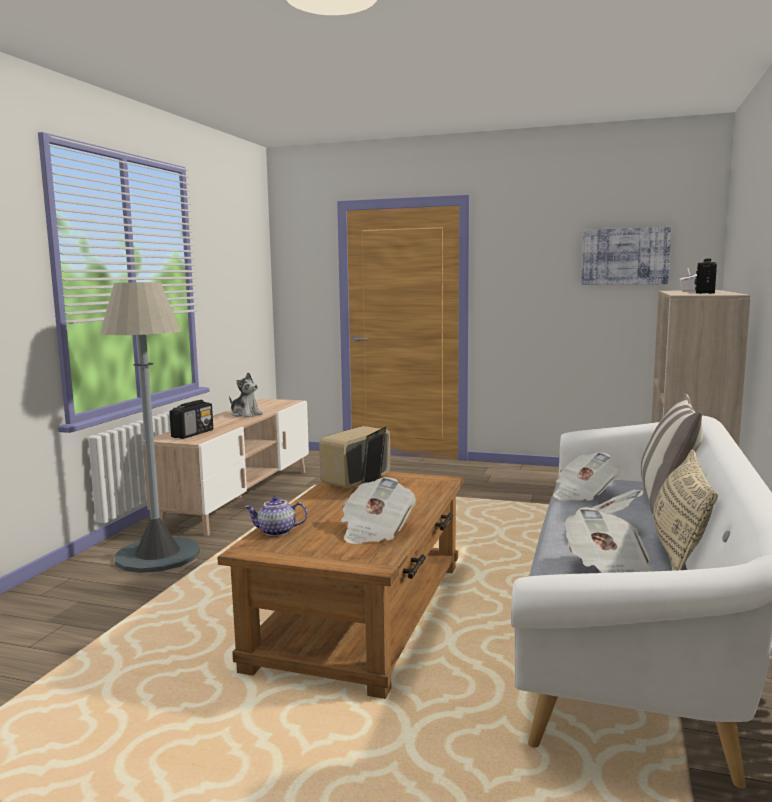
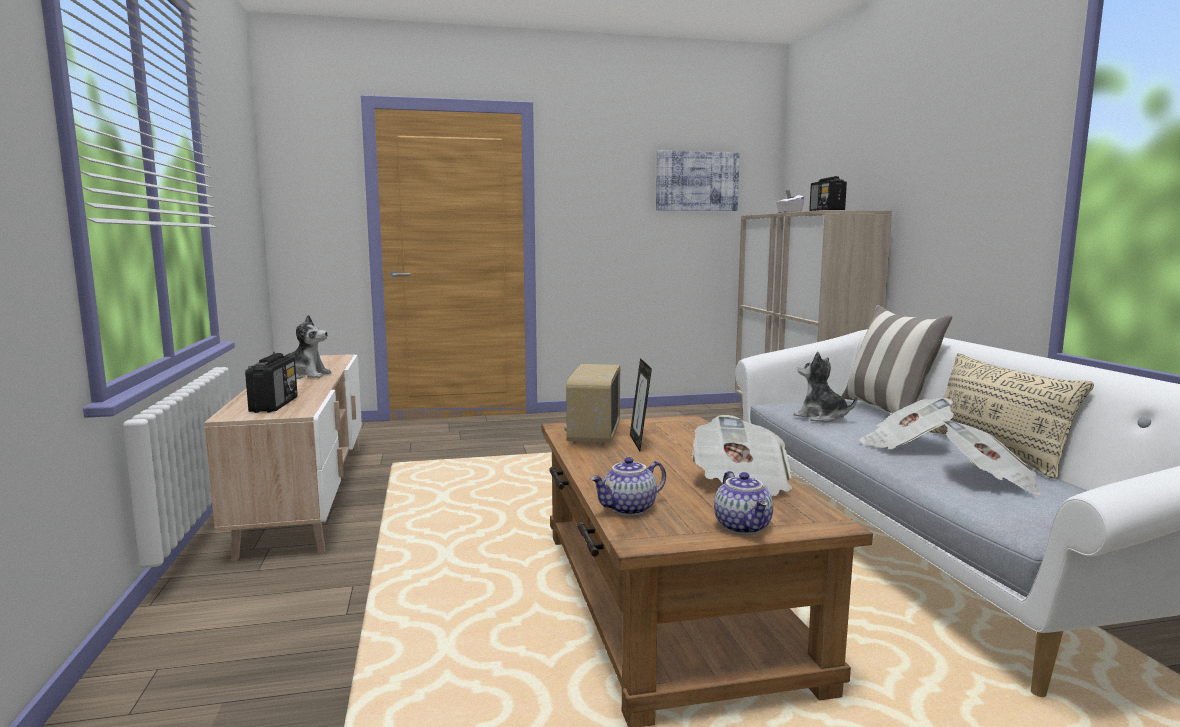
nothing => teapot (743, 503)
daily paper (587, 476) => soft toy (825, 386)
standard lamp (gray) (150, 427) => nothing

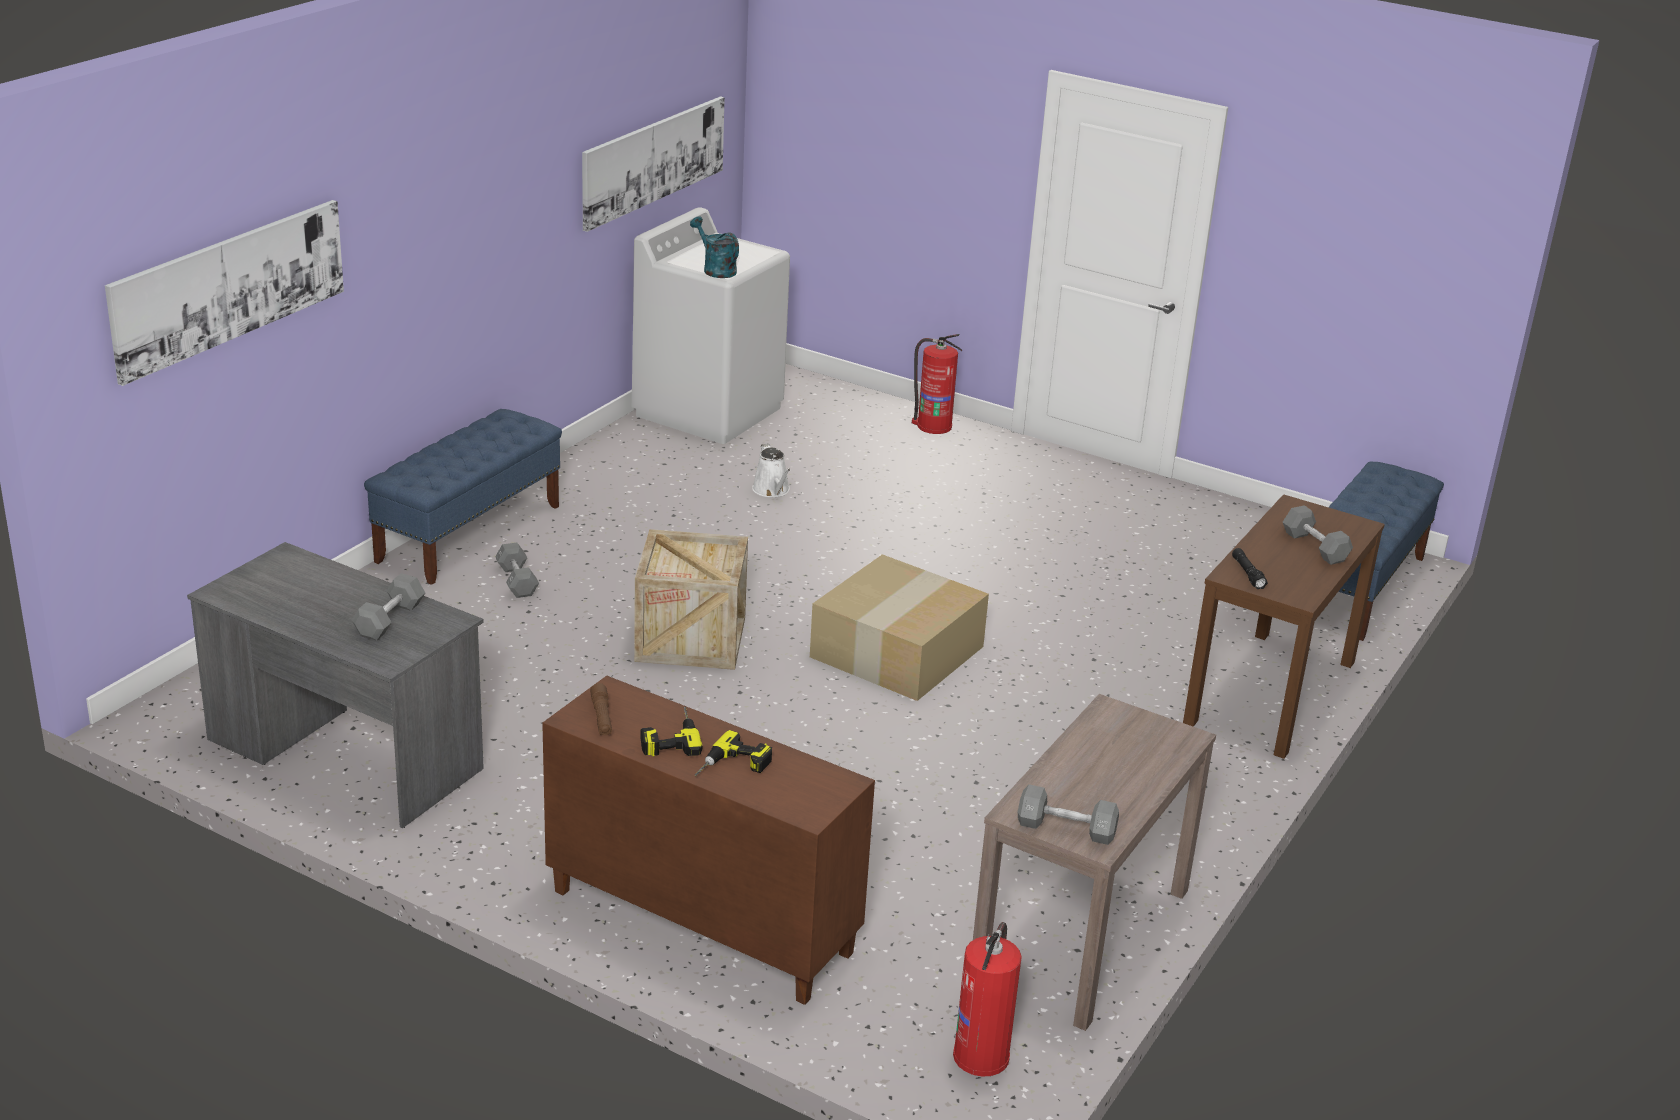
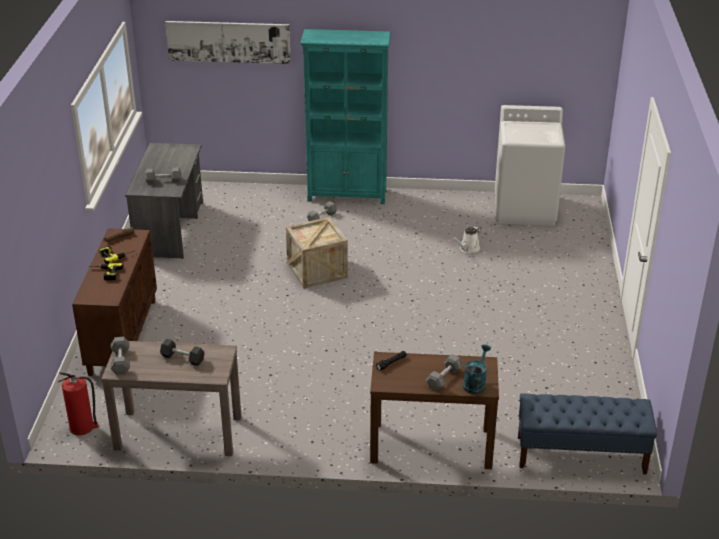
nothing => hand weight (black-coloured) (182, 352)
bench (bluish) (463, 497) => bookshelf (turquoise-coloured) (345, 116)
watering pot (turquoise-coloured) (714, 247) => watering pot (turquoise-coloured) (477, 369), move
wall picture (653, 164) => nothing
cardboard box (899, 627) => nothing
fire-fighting cylinder (937, 384) => nothing

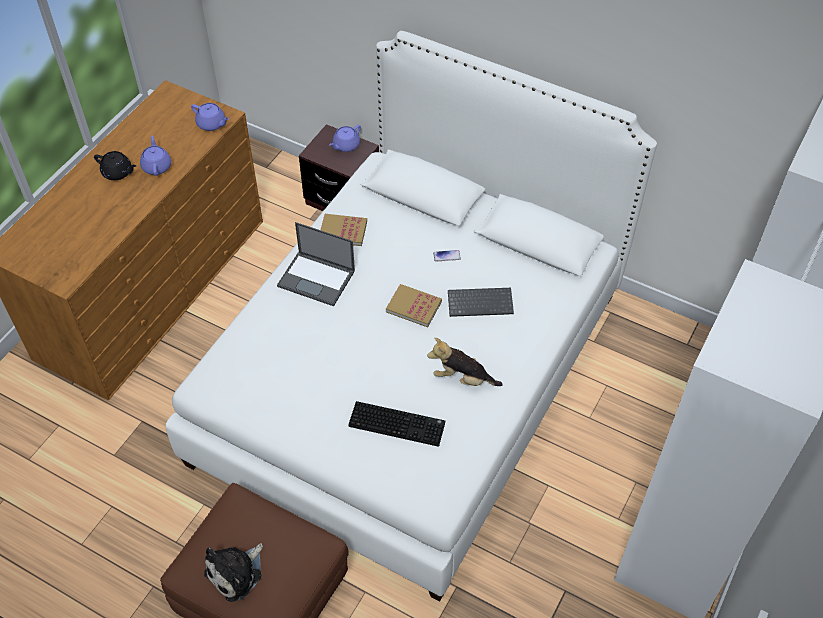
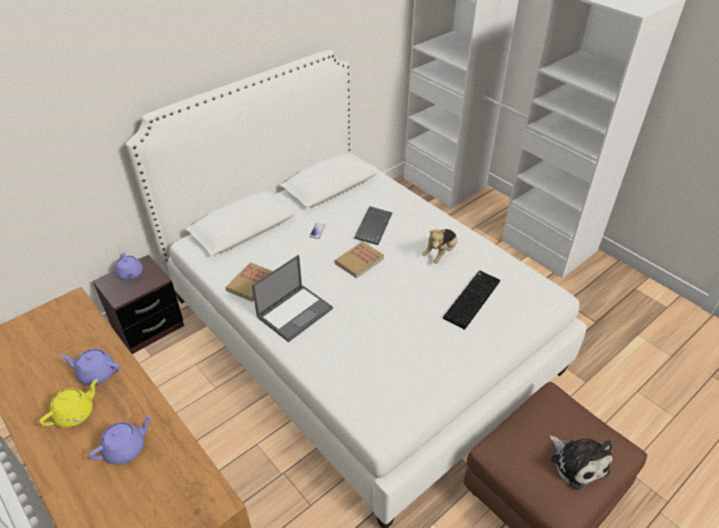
teapot (black-coloured) (115, 165) => teapot (yellow-coloured) (68, 403)
teapot (purple-coloured) (210, 117) => teapot (purple-coloured) (120, 440), move

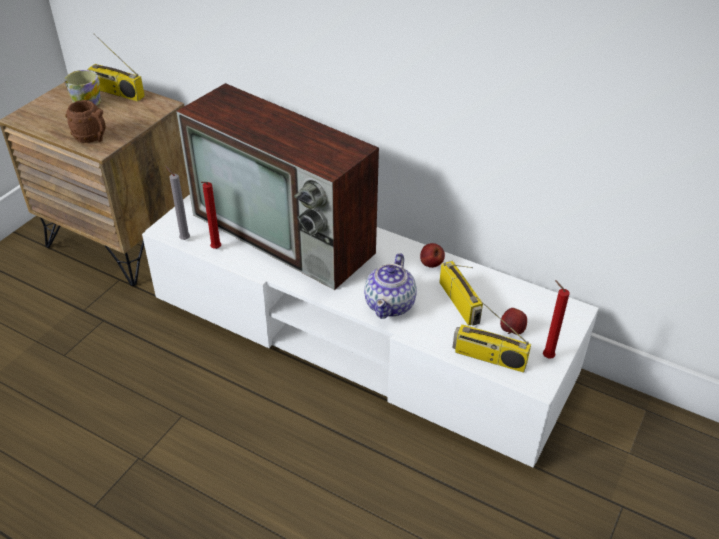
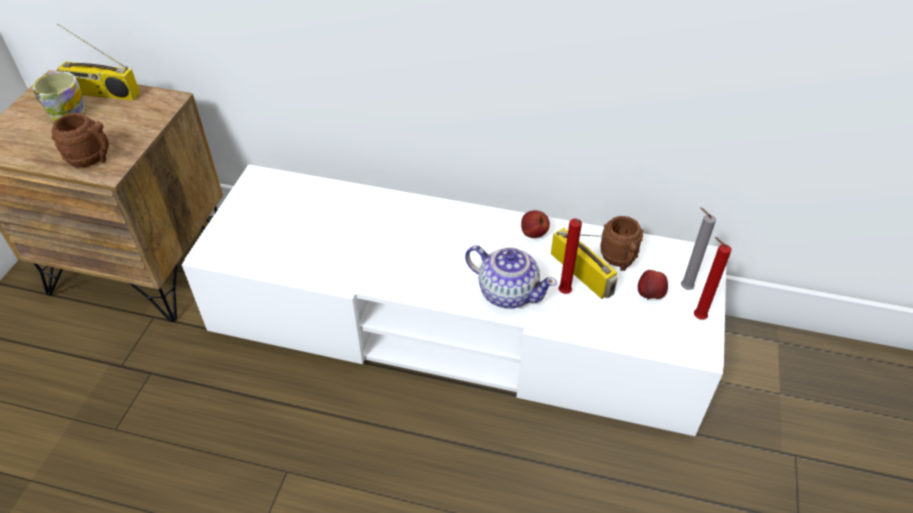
teapot (390, 286) => teapot (511, 277), 60 degrees counterclockwise
candle (red) (211, 215) => candle (red) (570, 256), move
nothing => mug (brownish) (621, 243)
candle (gray) (177, 203) => candle (gray) (698, 248), move
television (277, 186) => nothing
radio receiver (491, 335) => nothing

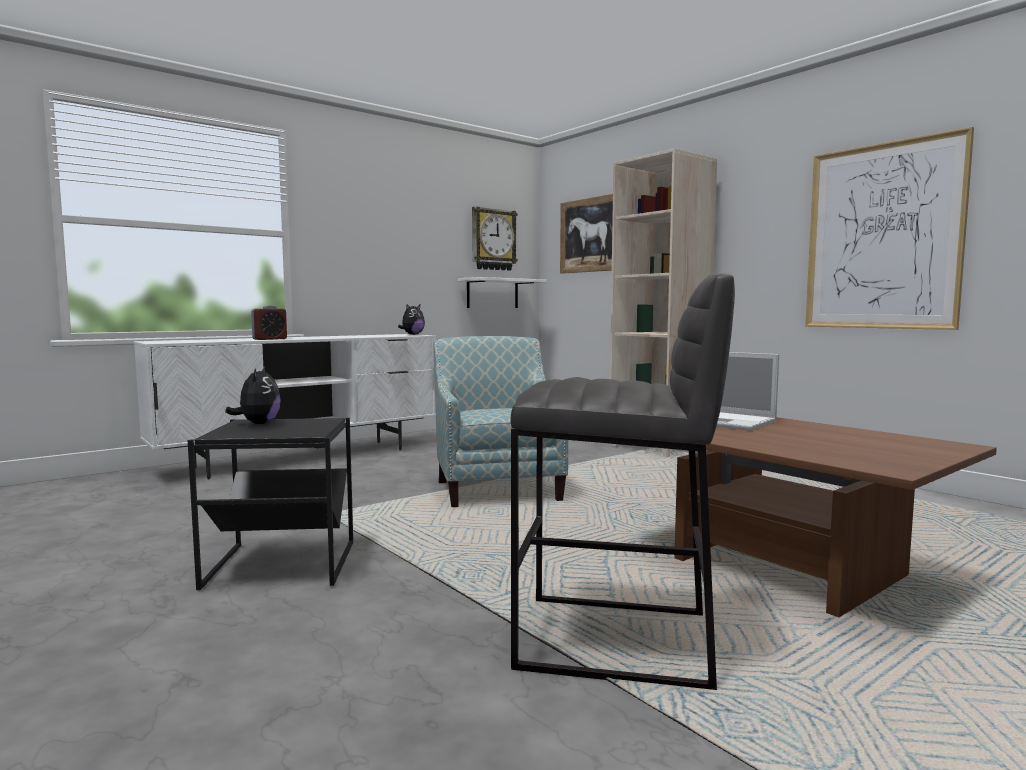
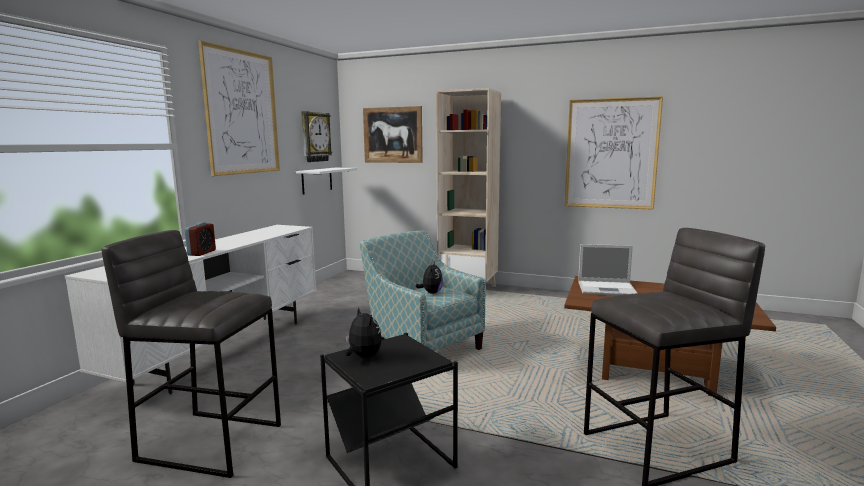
nothing => stool seat (gray) (191, 354)
nothing => wall picture (239, 108)
soft toy (411, 319) => soft toy (429, 277), move

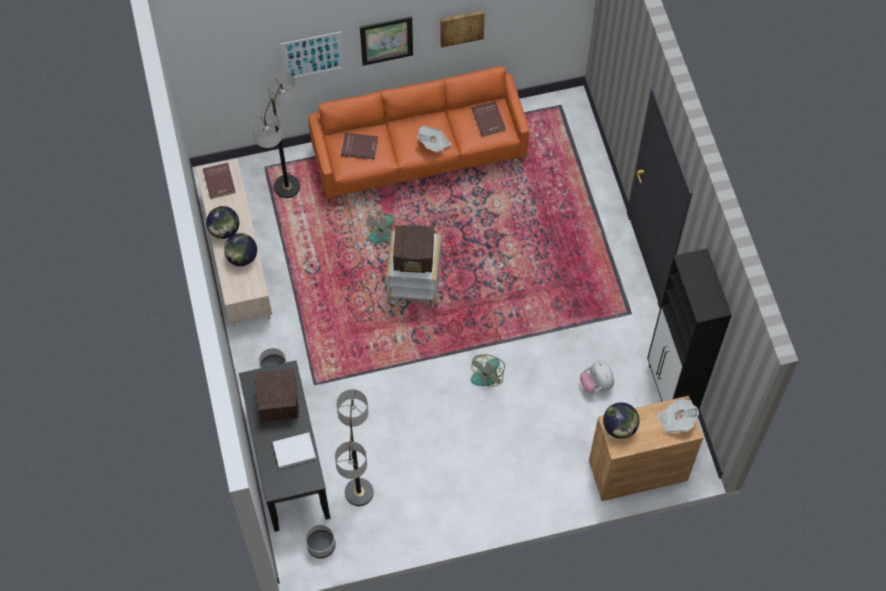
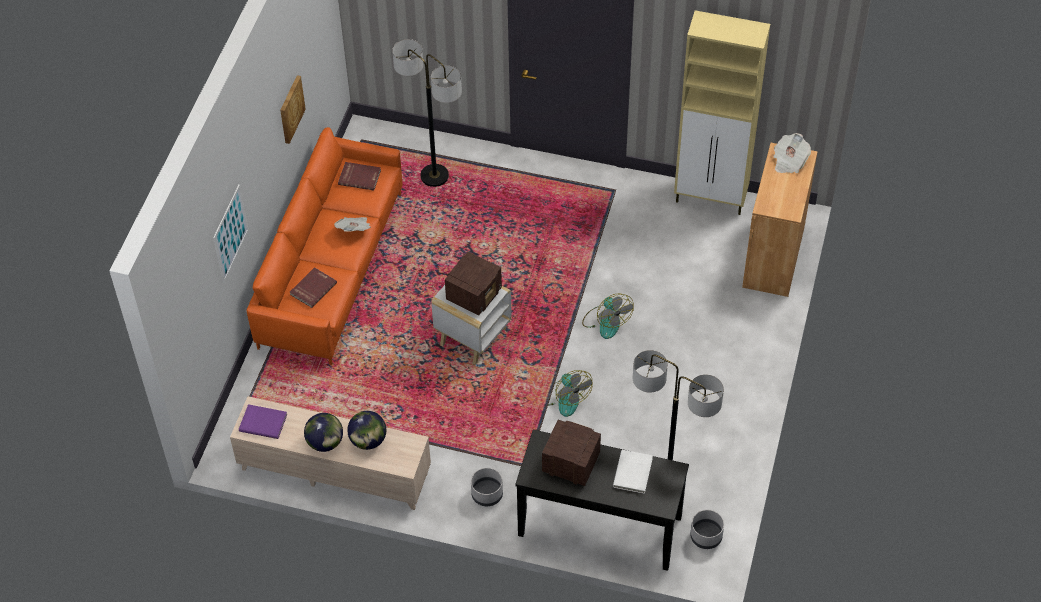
volume (red) (219, 181) => volume (purple-coloured) (263, 421)
standard lamp (276, 134) => standard lamp (427, 113), move
fan (382, 227) => fan (570, 393), move
storage cabinet (black-coloured) (689, 329) => storage cabinet (beige) (722, 112)
wall picture (386, 41) => nothing
soft toy (597, 377) => nothing
globe (621, 420) => nothing

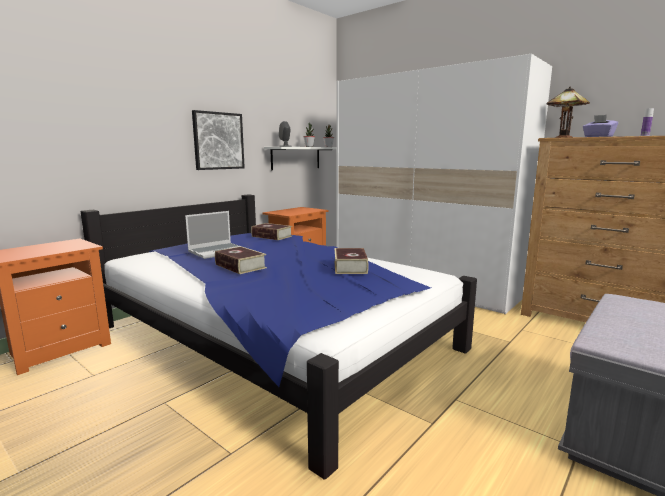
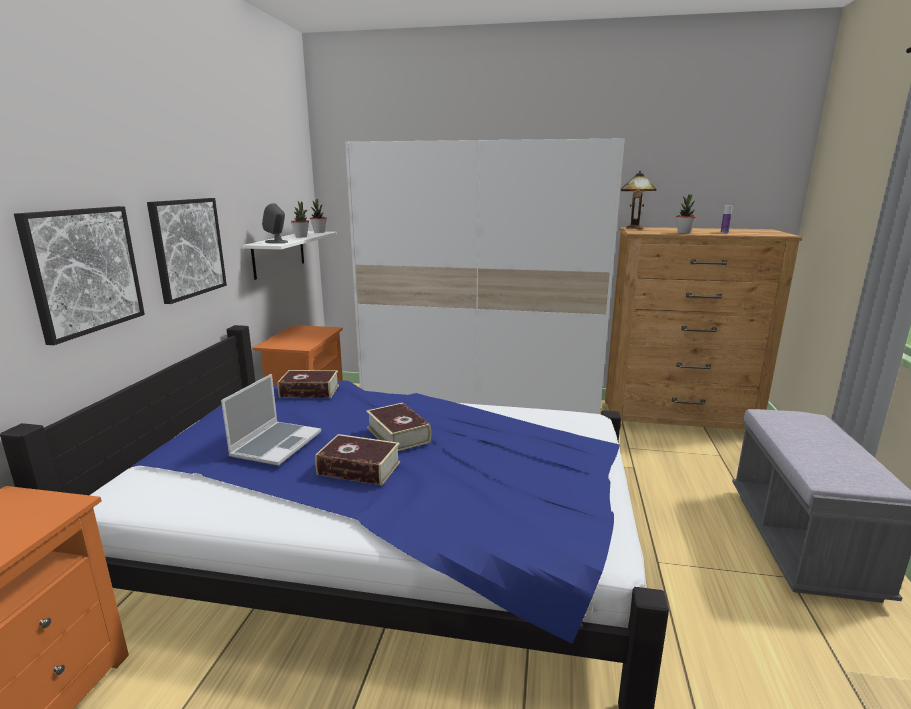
nothing => wall picture (79, 275)
volume (351, 261) => volume (398, 427), move
box of tissues (purple-coloured) (600, 126) => plant in a pot (686, 214)

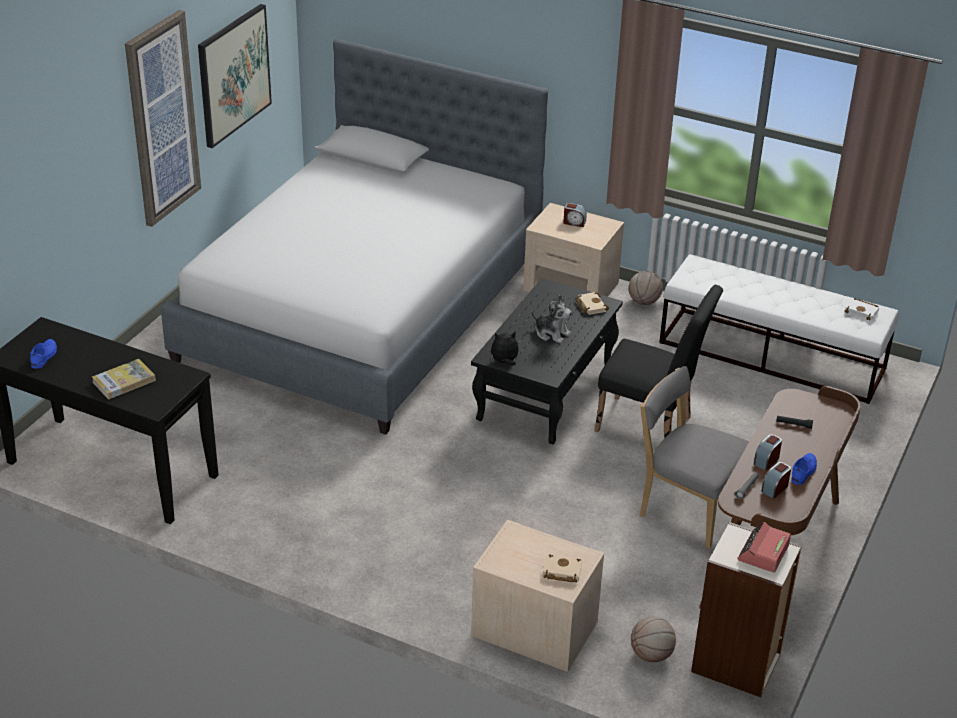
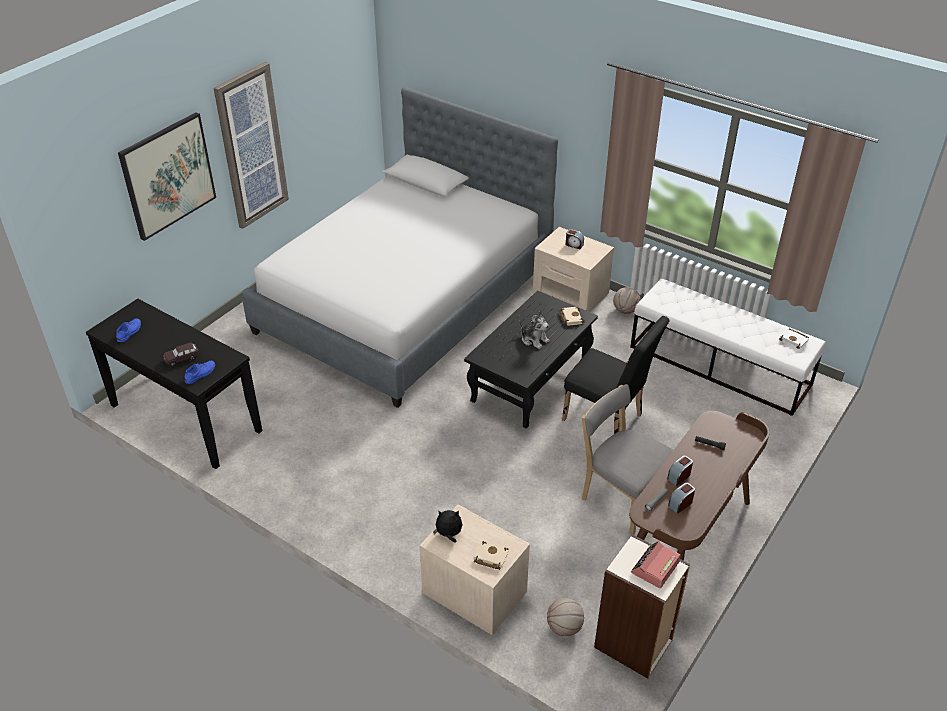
wall picture (235, 76) => wall picture (167, 176), move
volume (124, 379) => miniature car (brownish) (181, 355)
low shoe (bluish) (804, 469) => low shoe (bluish) (199, 372), move
soft toy (504, 348) => soft toy (448, 526), move

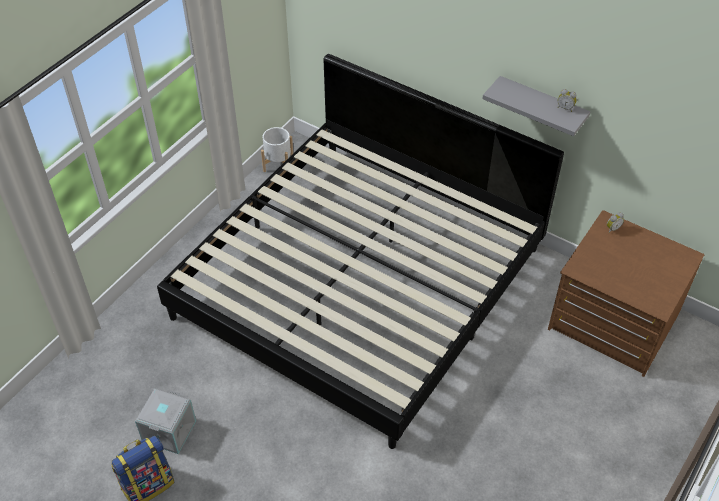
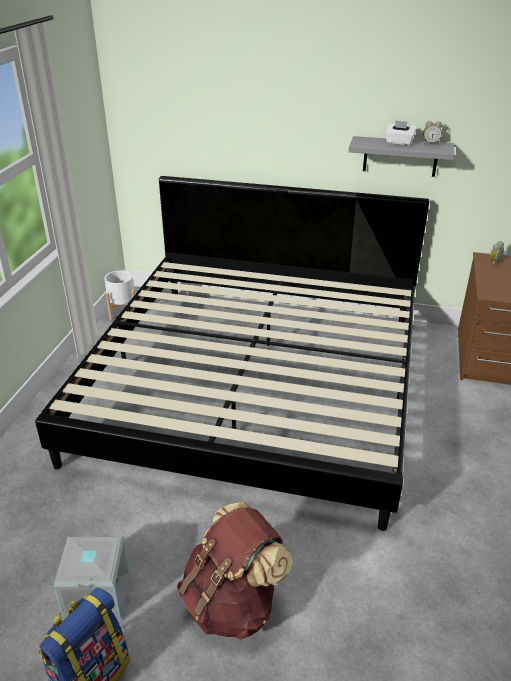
nothing => knapsack (brownish) (235, 571)
nothing => box of tissues (whitish) (401, 132)

